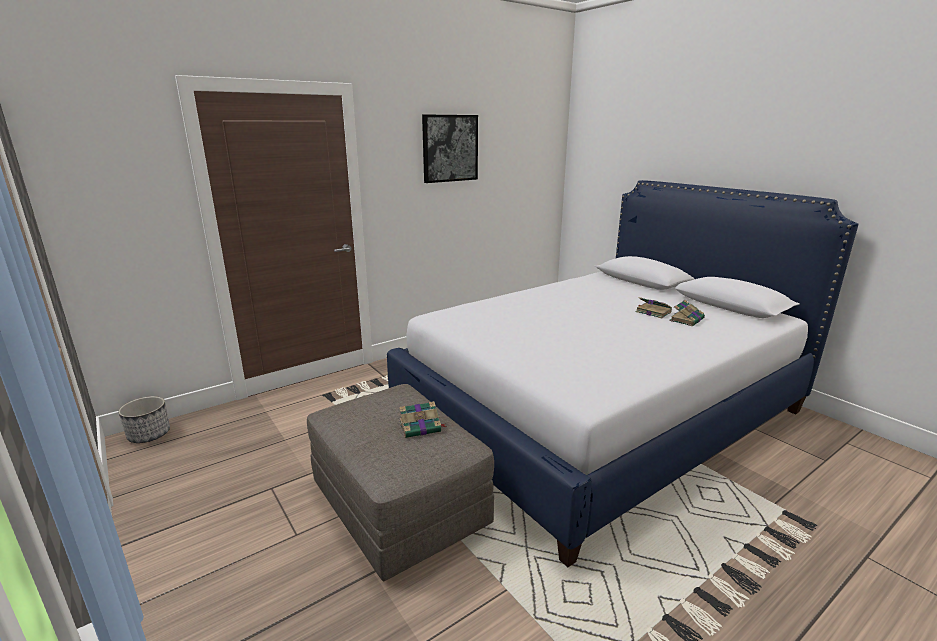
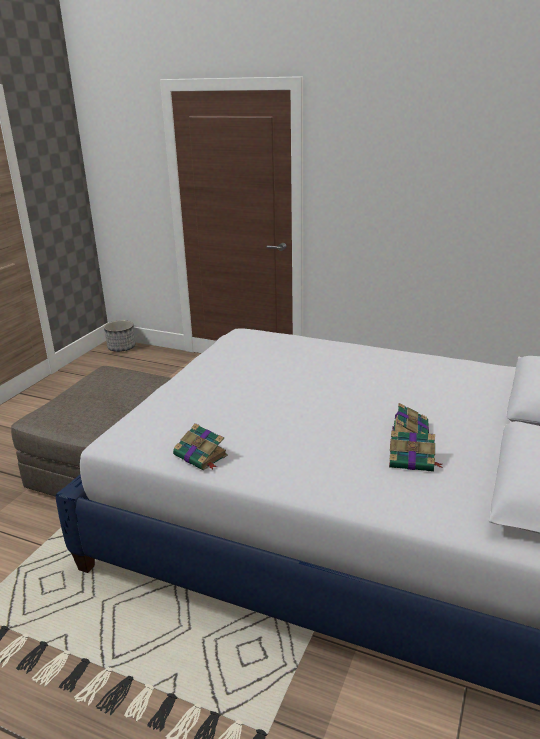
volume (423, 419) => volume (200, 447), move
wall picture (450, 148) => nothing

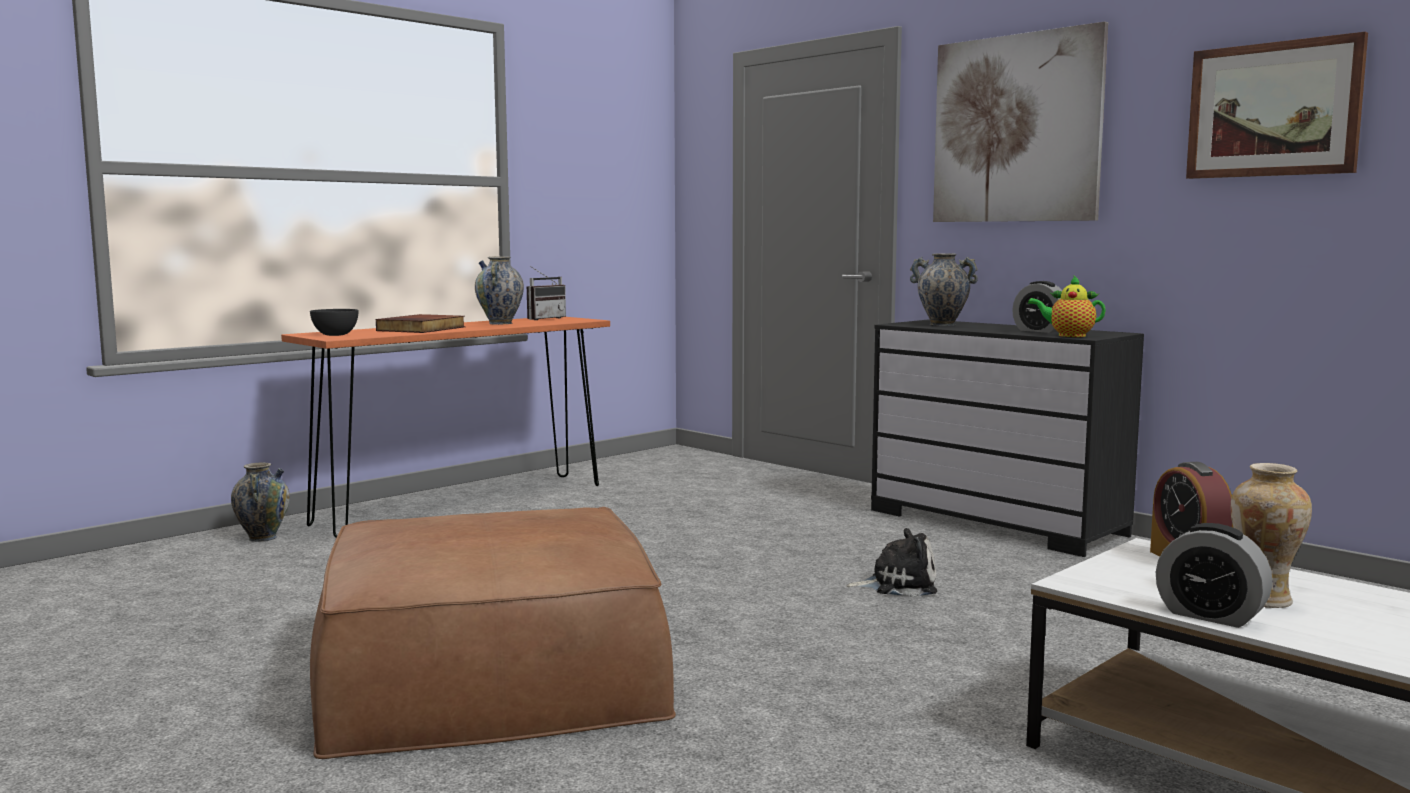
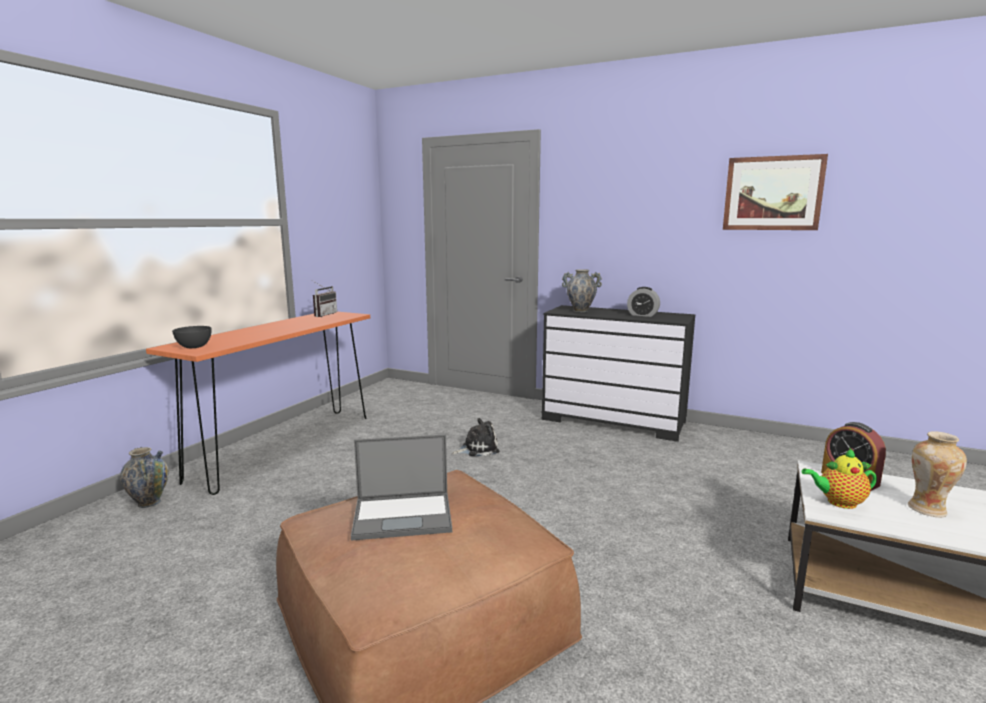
nothing => laptop (401, 488)
soft toy (891, 562) => soft toy (475, 437), move
teapot (1067, 306) => teapot (839, 478), move
volume (420, 323) => nothing
flower vase (499, 291) => nothing
wall picture (1020, 122) => nothing
bedside clock (1214, 575) => nothing

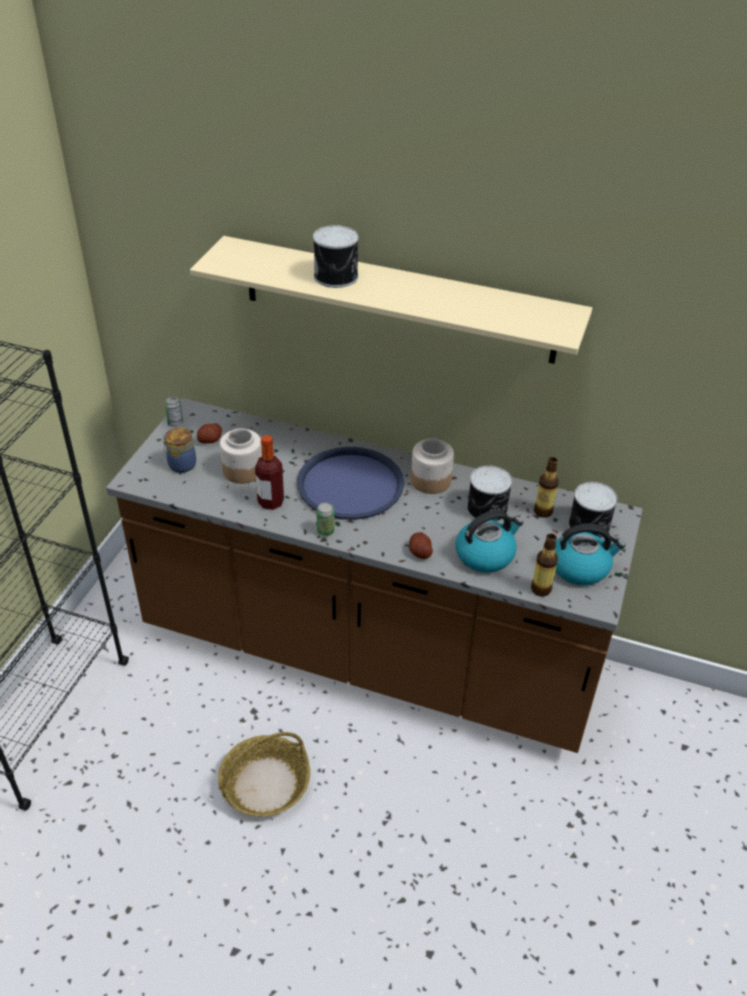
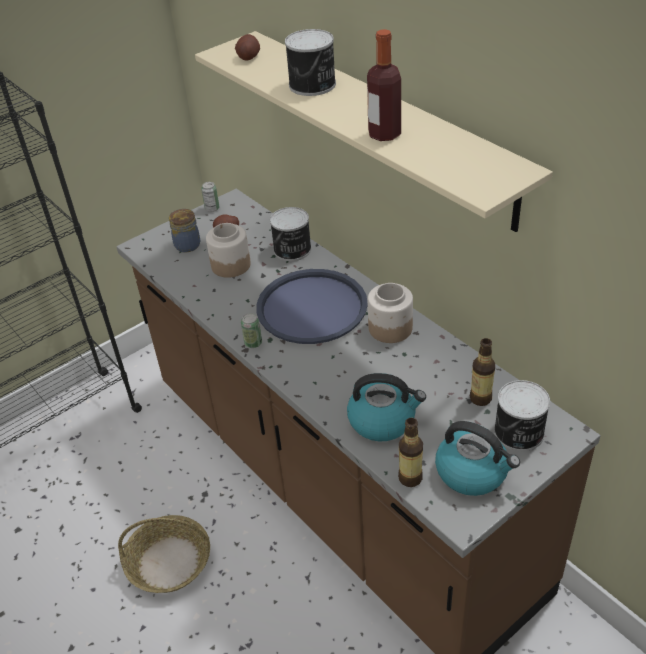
spud (421, 545) => spud (247, 47), move
metal can (489, 494) => metal can (290, 234), move
beverage bottle (269, 472) => beverage bottle (384, 85), move

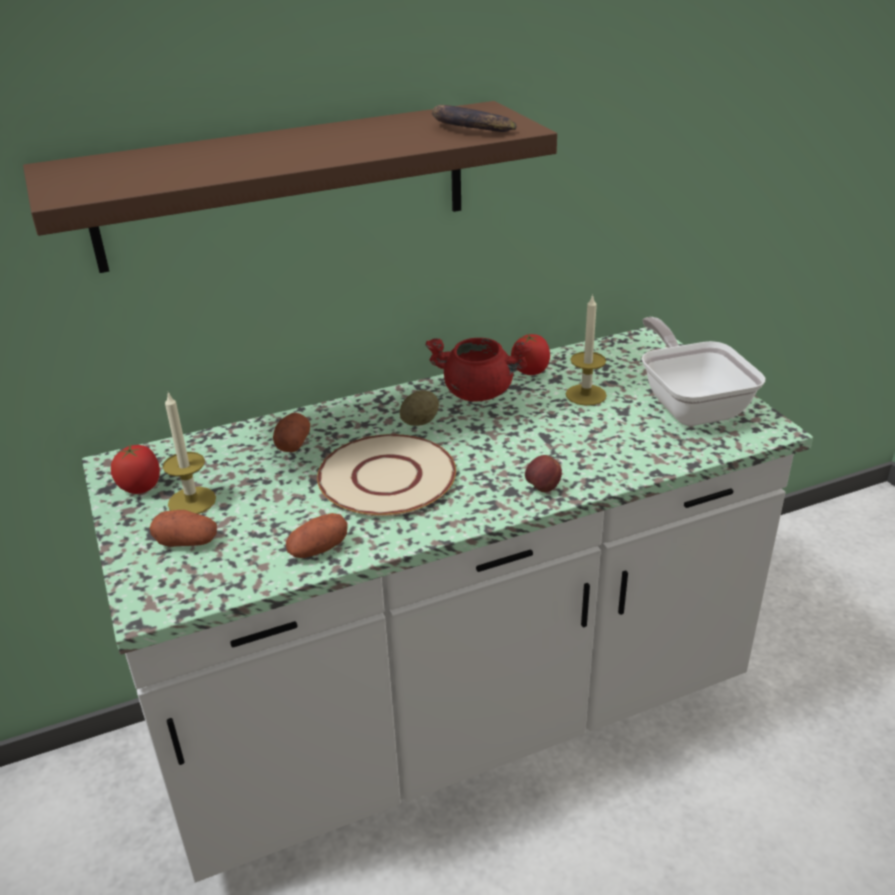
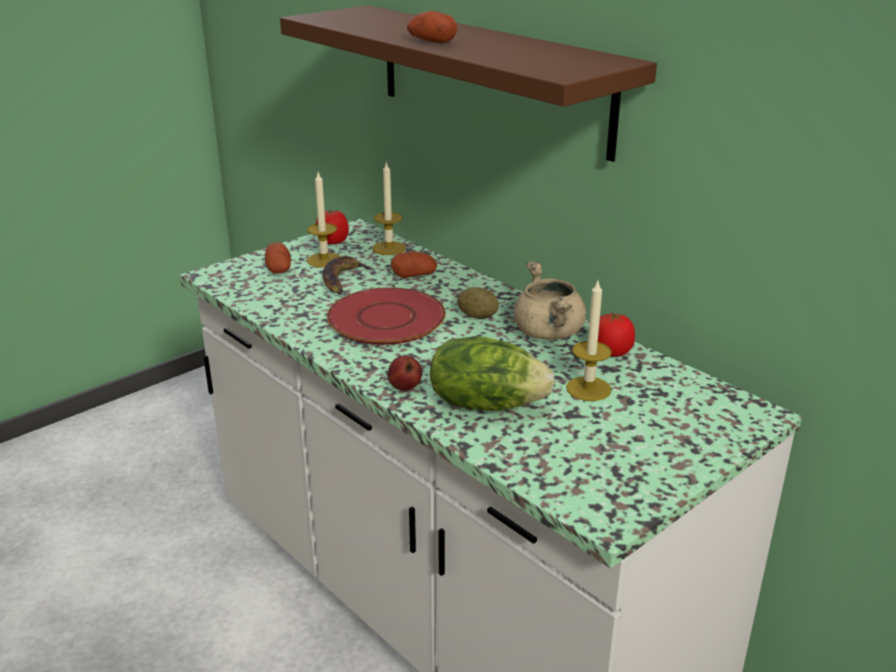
banana fruit (474, 118) => banana fruit (348, 275), move
plate (beige) (386, 475) => plate (red) (386, 316)
nothing => candle (389, 208)
spud (316, 535) => spud (432, 27), move
nothing => lettuce head (492, 373)
saucepot (red) (478, 369) => saucepot (beige) (550, 301)
pan (703, 371) => nothing

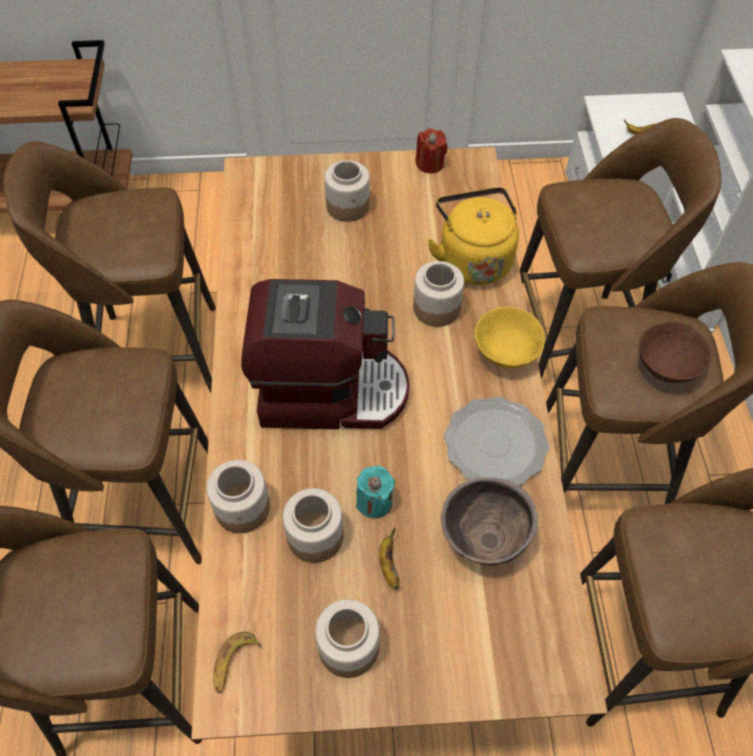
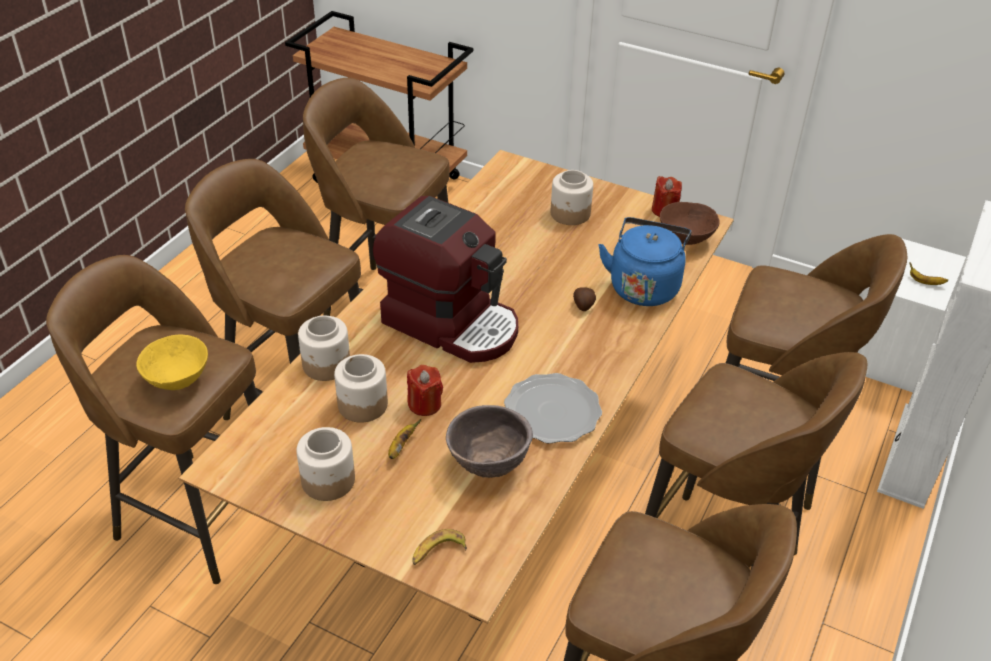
deep dish (yellow-coloured) (509, 338) => deep dish (yellow-coloured) (172, 362), move
candle (turquoise-coloured) (375, 492) => candle (red) (425, 390)
banana fruit (237, 662) => banana fruit (439, 547), move
storage jar (438, 294) => spud (584, 299)
water kettle (yellow-coloured) (473, 236) => water kettle (bluish) (644, 261)
deep dish (brownish) (676, 352) => deep dish (brownish) (689, 223), move

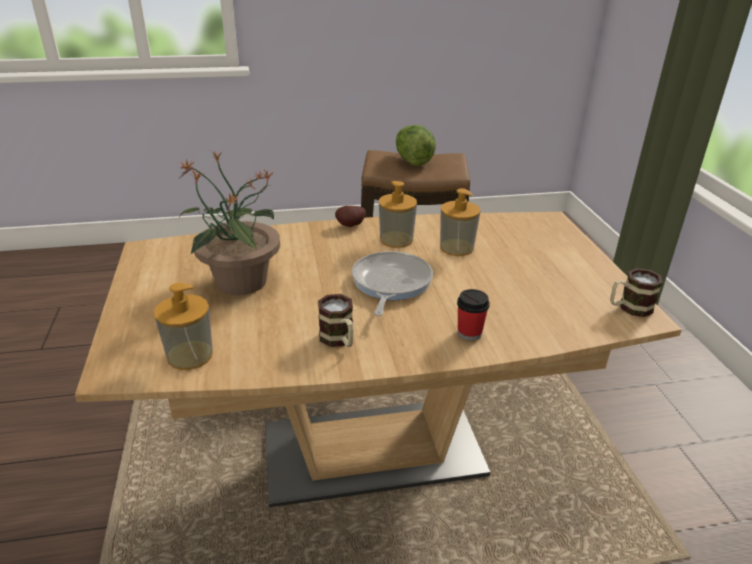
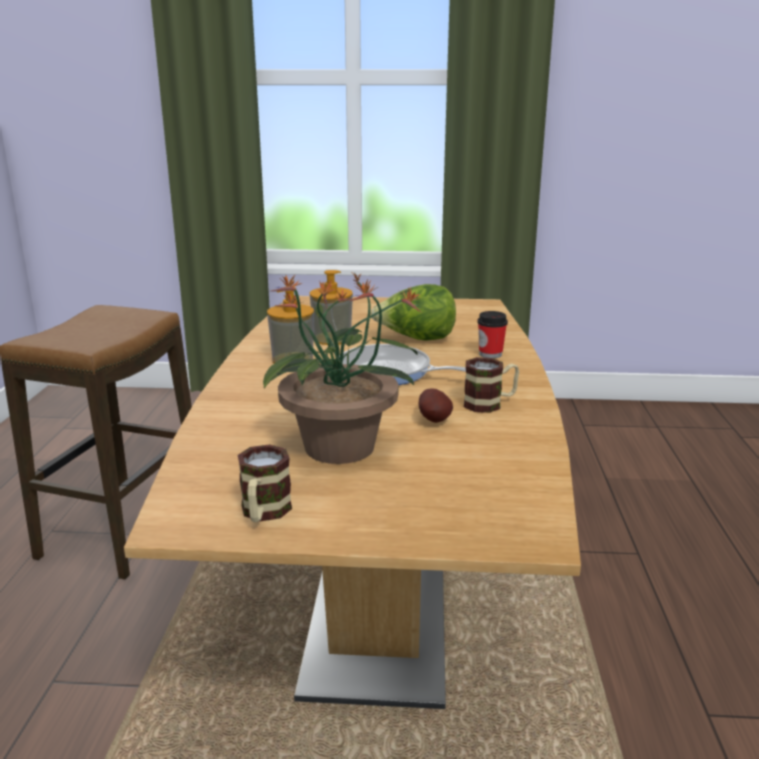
mug (636, 292) => mug (265, 483), move
lettuce head (416, 145) => lettuce head (413, 312), move
spud (350, 216) => spud (436, 405), move
soap bottle (183, 326) => nothing

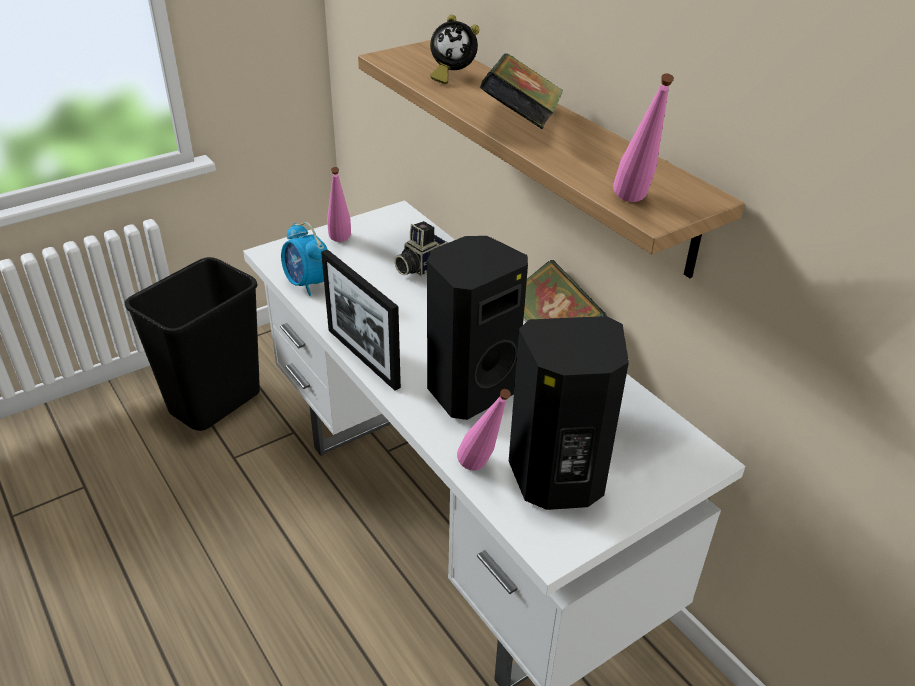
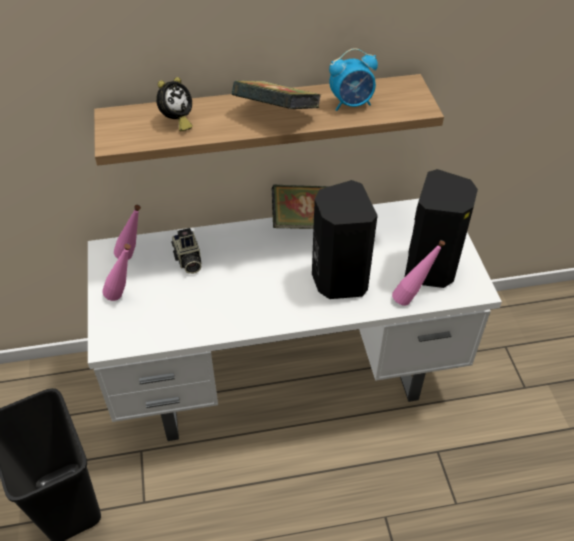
beverage bottle (pinkish) (643, 137) => beverage bottle (pinkish) (127, 232), move
bedside clock (304, 259) => bedside clock (353, 79), move
standing frame (361, 320) => nothing

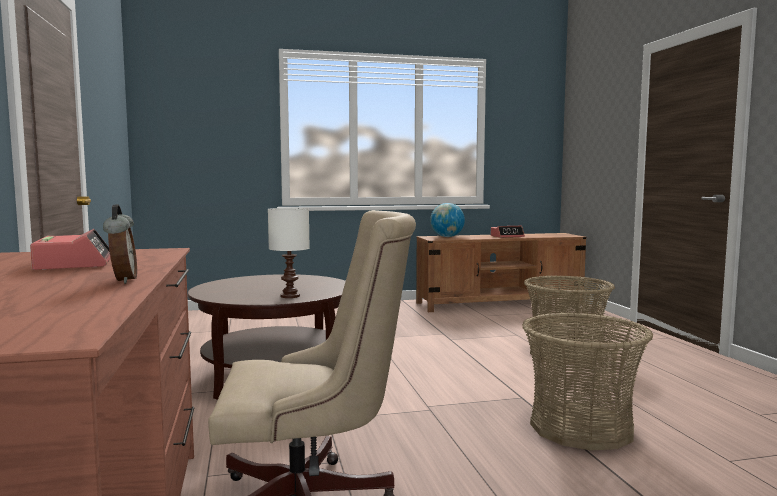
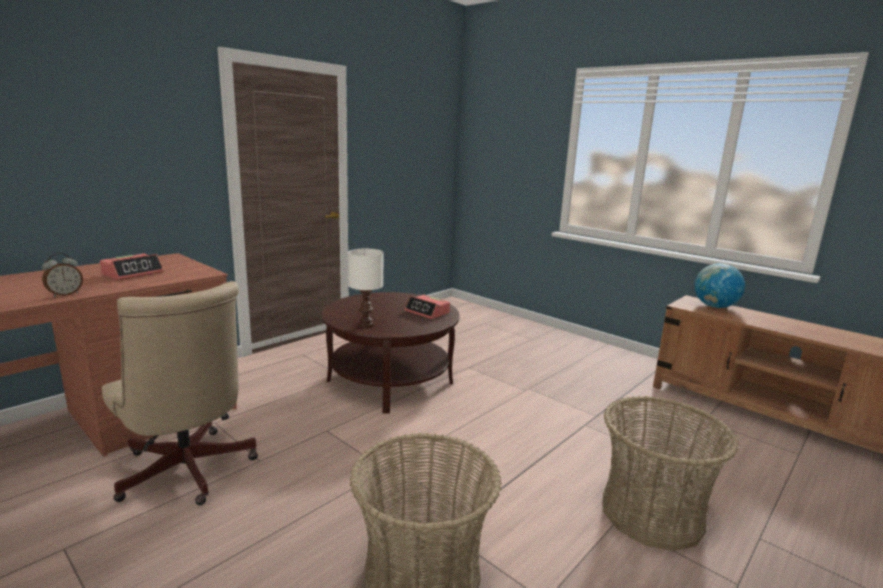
bedside clock (508, 232) => bedside clock (427, 307), move

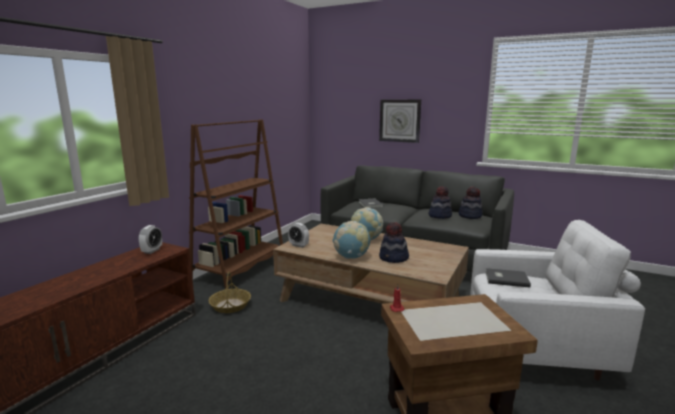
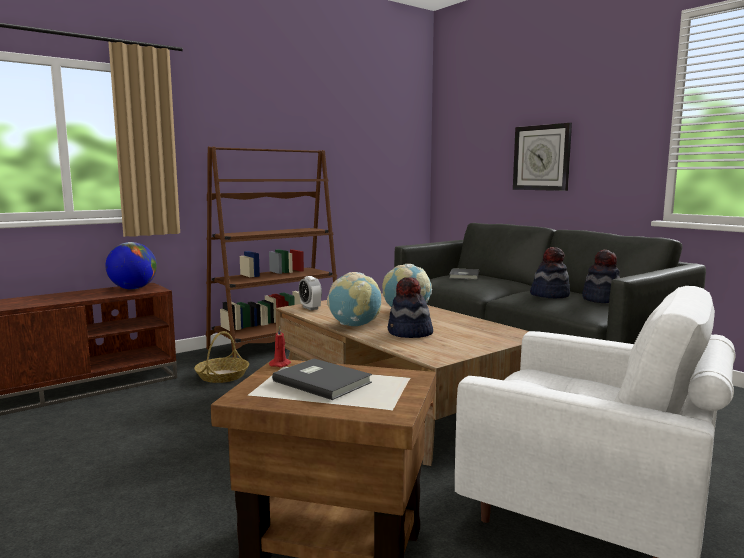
bedside clock (150, 239) => globe (131, 266)
volume (gray) (508, 278) => volume (gray) (322, 379), move

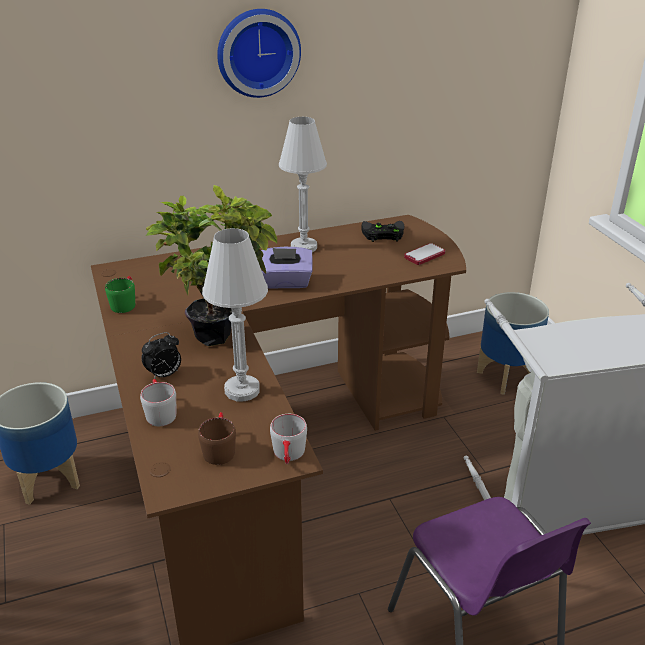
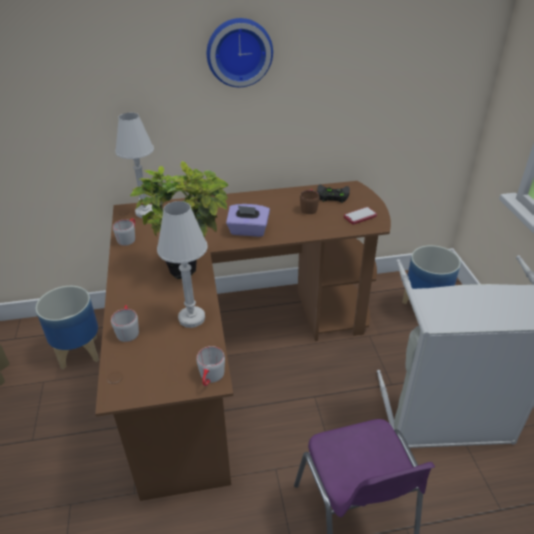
mug (greenish) (120, 294) => mug (gray) (124, 232)
table lamp (whitish) (303, 184) => table lamp (whitish) (134, 165), move
mug (brownish) (217, 438) => mug (brownish) (309, 201), move
bedside clock (161, 355) => nothing

